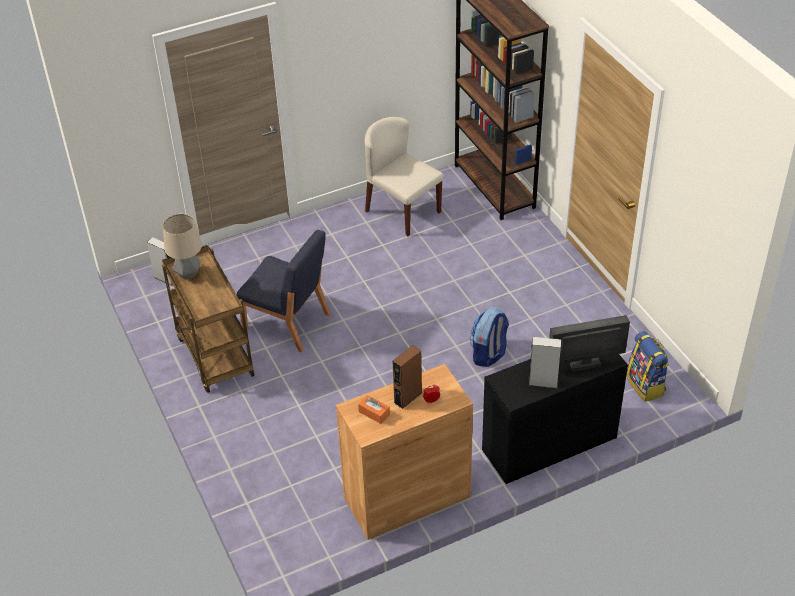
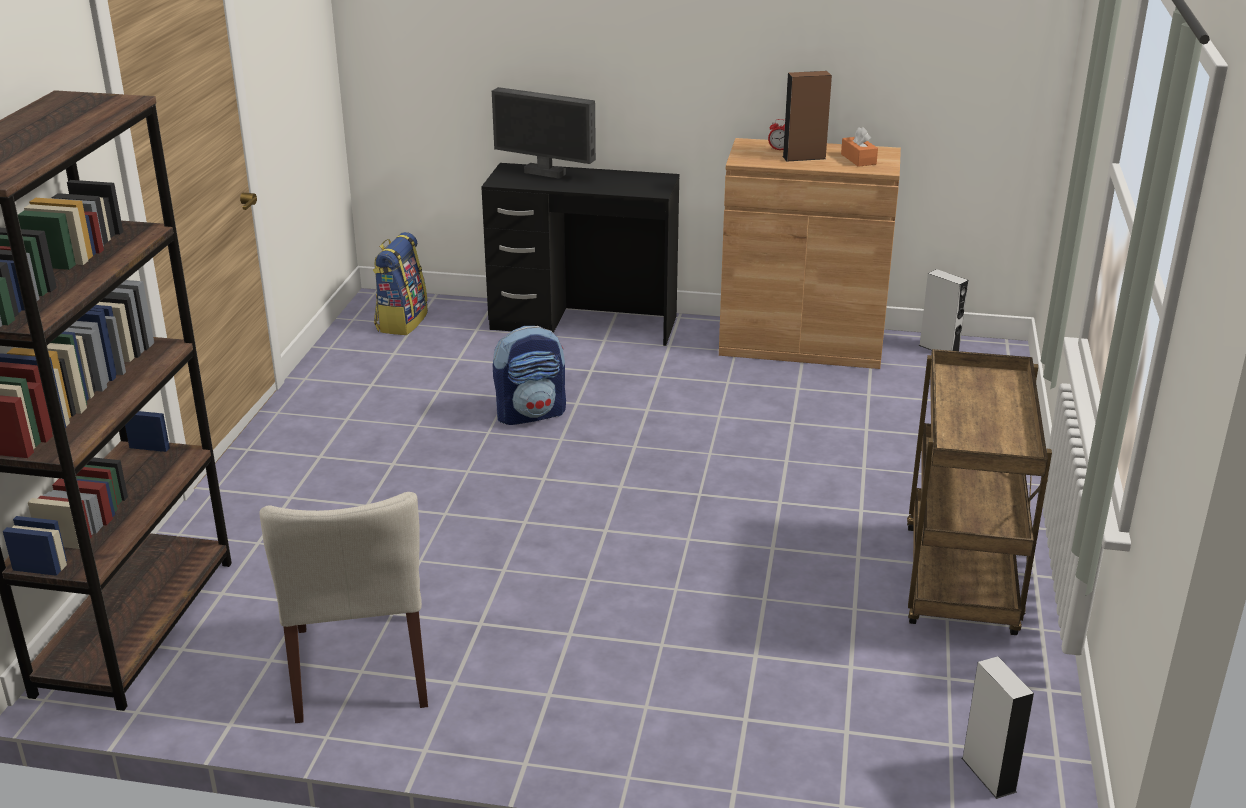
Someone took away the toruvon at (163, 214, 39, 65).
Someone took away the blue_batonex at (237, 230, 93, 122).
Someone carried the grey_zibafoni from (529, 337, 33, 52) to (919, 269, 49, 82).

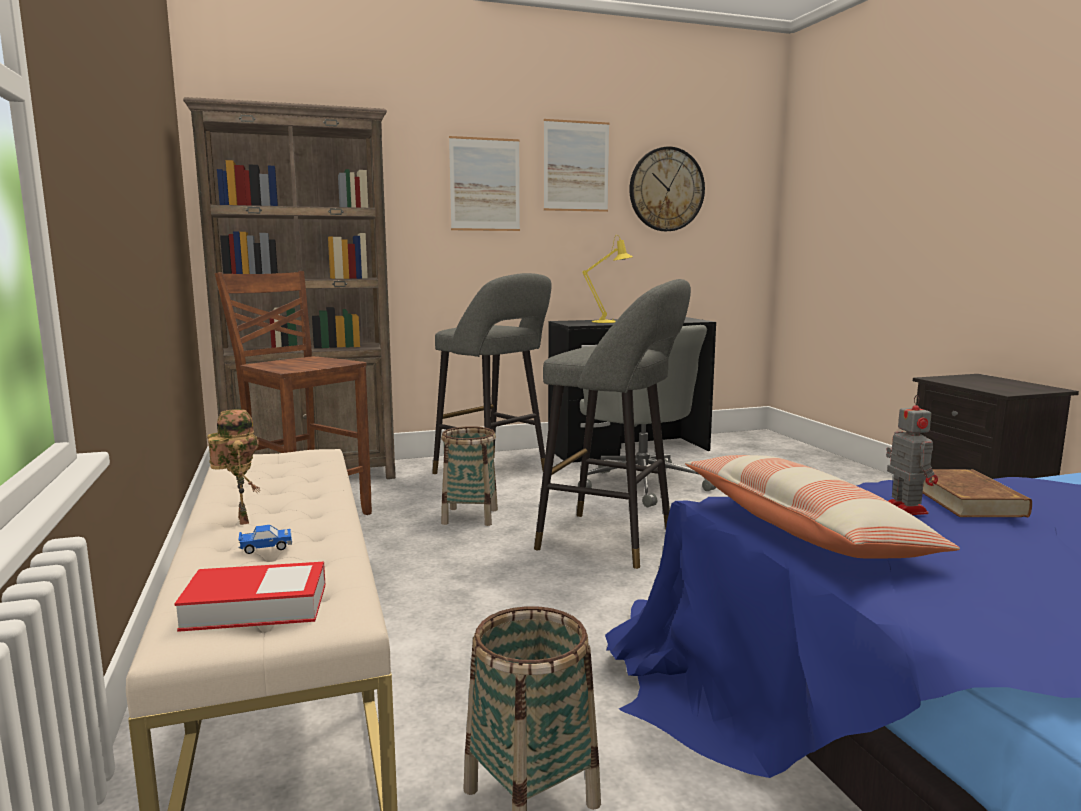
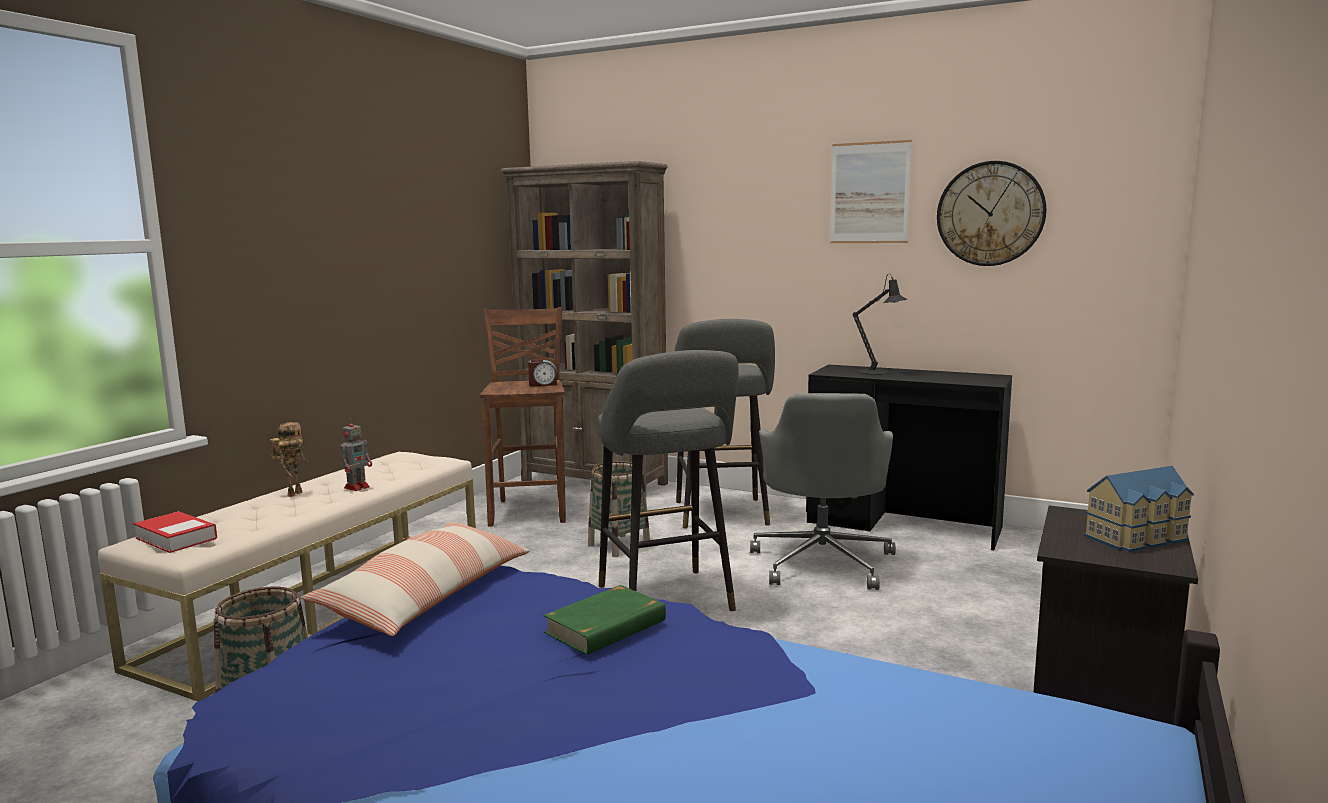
Someone took away the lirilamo at (238, 525, 54, 29).
Someone took away the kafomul at (449, 136, 71, 95).
Someone put down the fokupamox at (528, 359, 29, 27).
Someone put down the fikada at (1084, 466, 110, 86).
Someone carried the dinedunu from (886, 395, 52, 120) to (339, 418, 33, 73).
Someone repainted the yellow_toruvon at (582, 235, 51, 88), which became the black_toruvon at (853, 274, 55, 101).
Someone repainted the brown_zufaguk at (923, 469, 109, 48), which became the green_zufaguk at (543, 585, 125, 70).

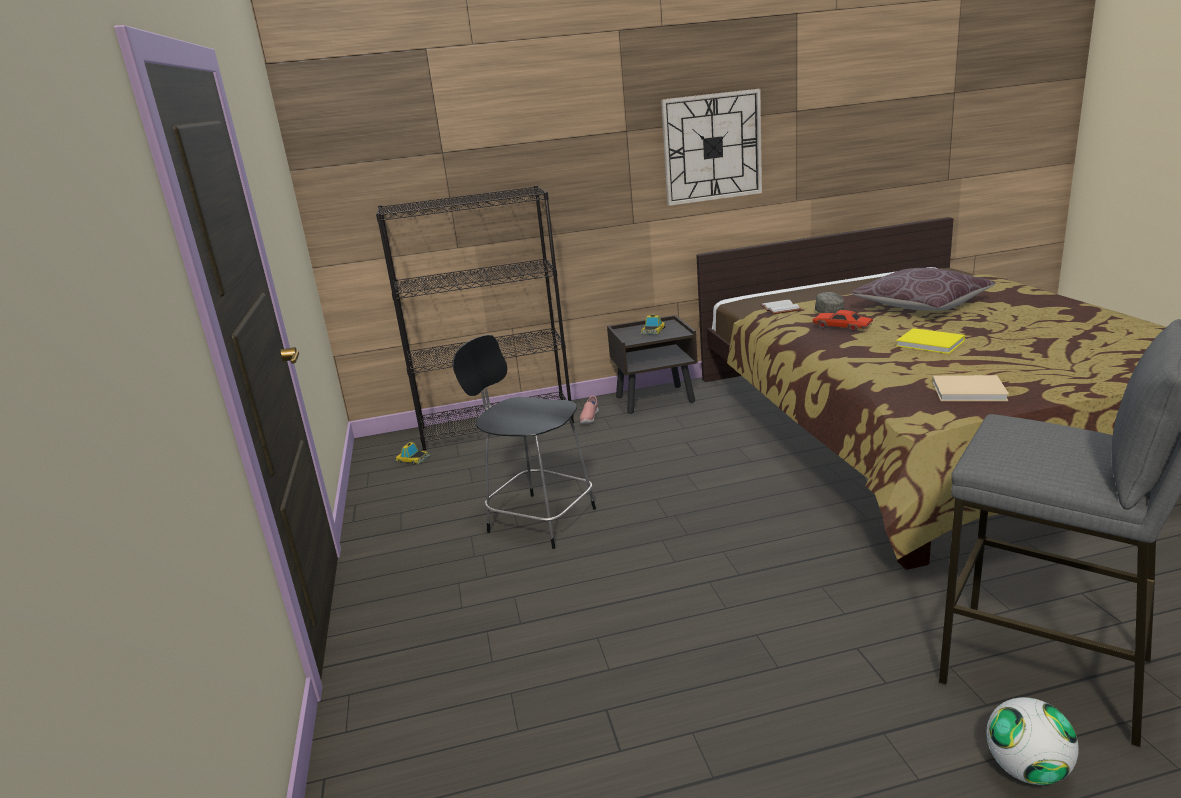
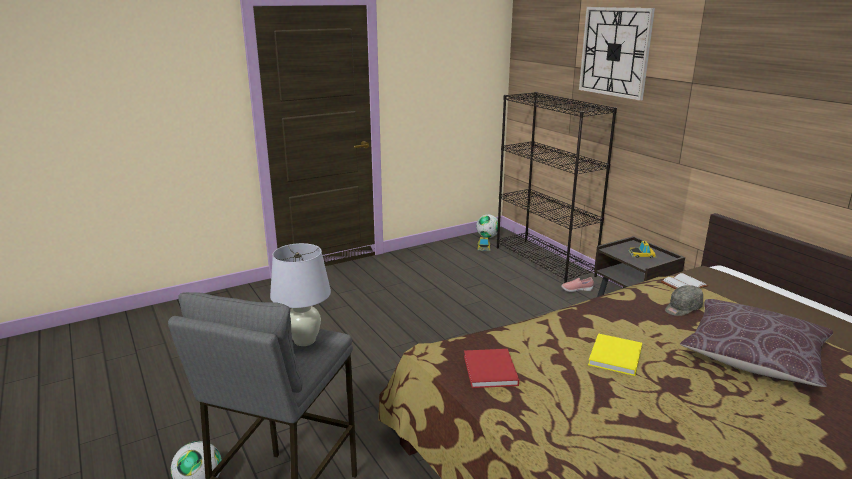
Someone took away the black_batonex at (453, 335, 143, 214).
Someone took away the red_lirilamo at (813, 310, 60, 21).
Someone put down the white_toruvon at (270, 243, 61, 103).
Someone put down the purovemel at (476, 214, 22, 24).
Someone carried the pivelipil from (661, 89, 101, 117) to (579, 7, 76, 94).
Someone repainted the beige_zufaguk at (932, 375, 77, 26), which became the red_zufaguk at (464, 349, 55, 39).

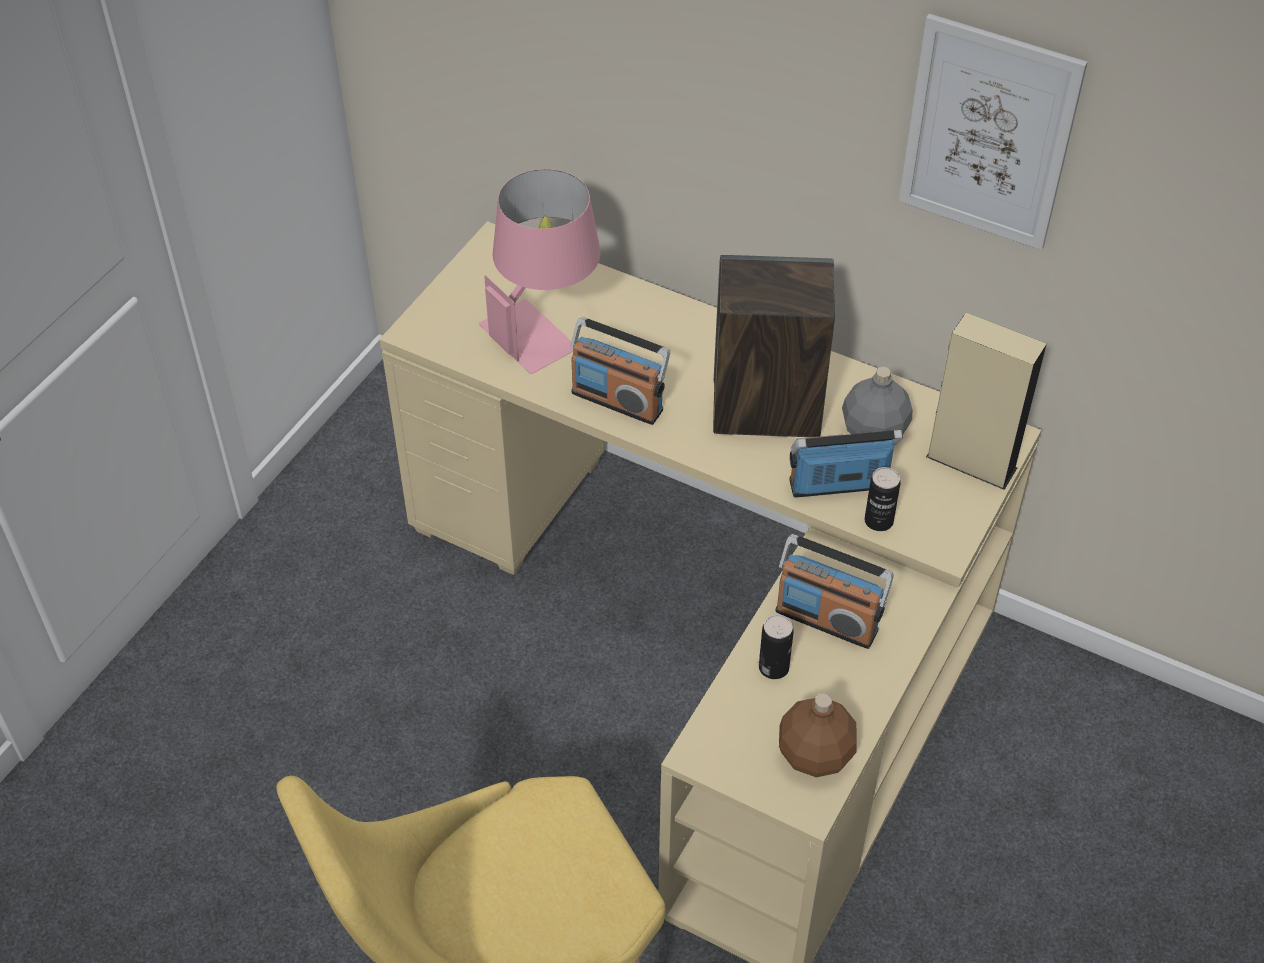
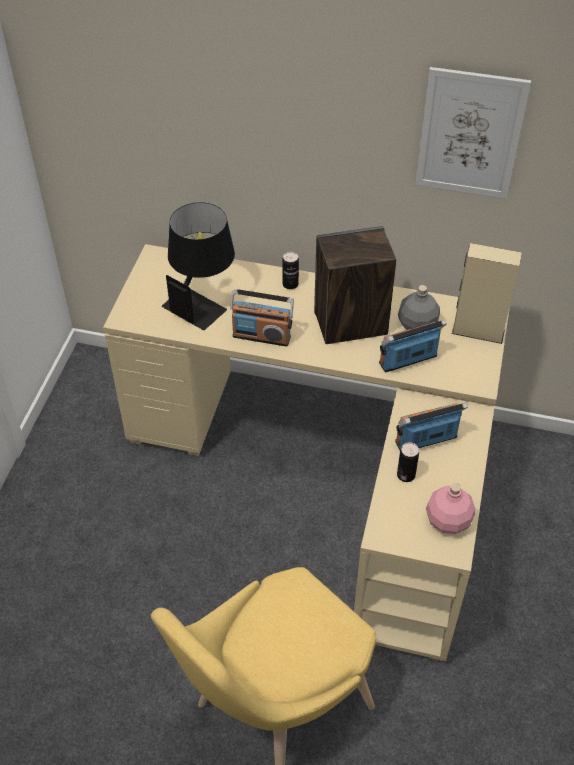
Someone carried the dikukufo from (865, 467, 35, 64) to (282, 252, 17, 37).
Someone repainted the pink_toruvon at (479, 169, 122, 205), which became the black_toruvon at (162, 202, 73, 128).
Someone repainted the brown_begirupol at (779, 693, 77, 84), which became the pink_begirupol at (426, 483, 49, 51).
Someone rotated the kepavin at (775, 534, 119, 115) by 150 degrees clockwise.

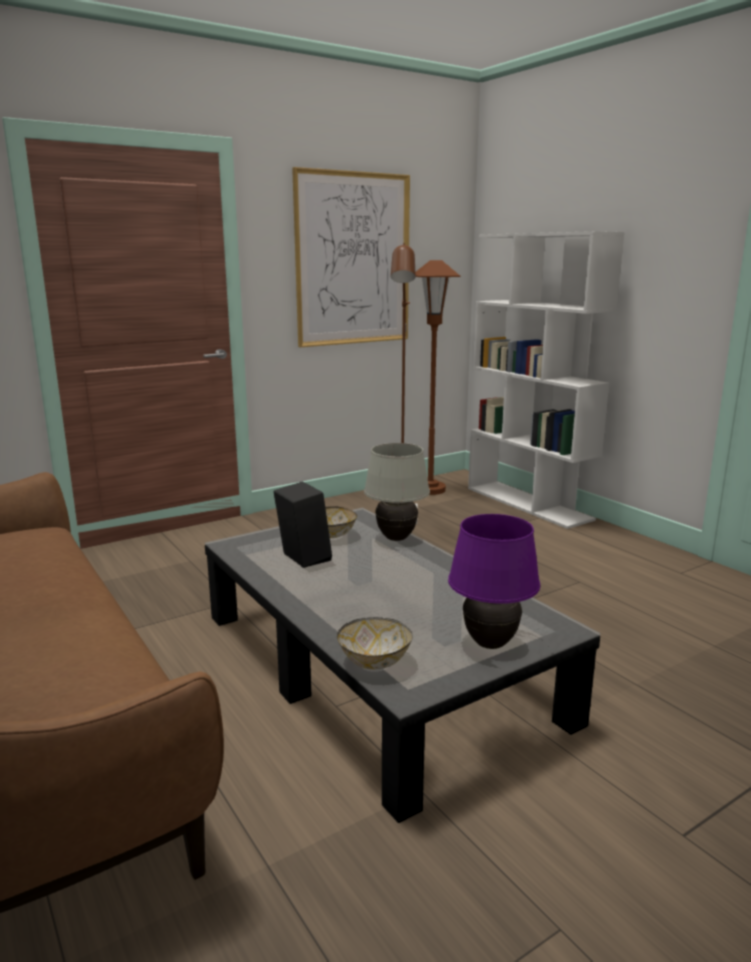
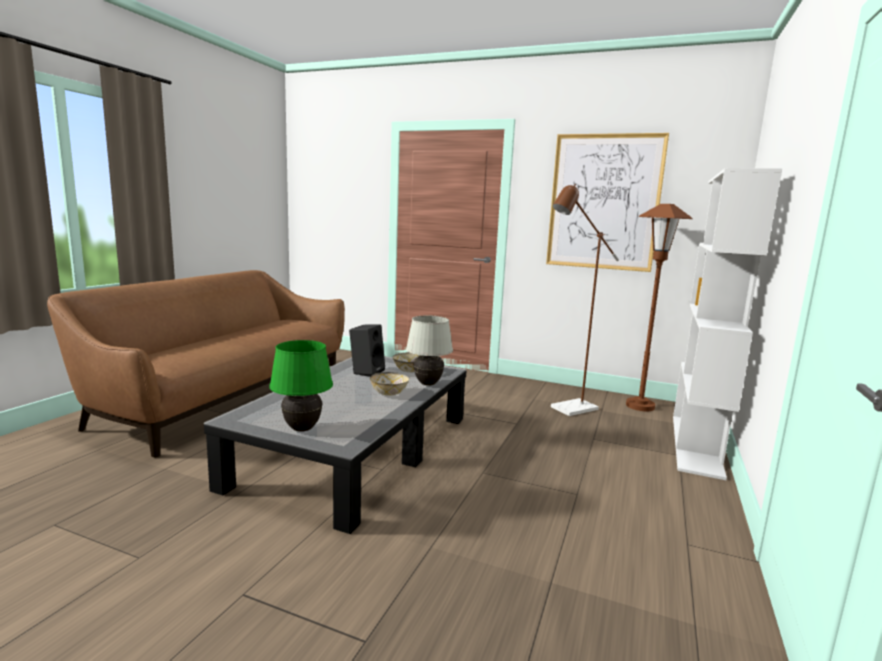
Someone carried the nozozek from (337, 617, 76, 53) to (370, 372, 40, 24).
Someone repainted the purple_toruvon at (448, 514, 92, 135), which became the green_toruvon at (269, 340, 64, 92).

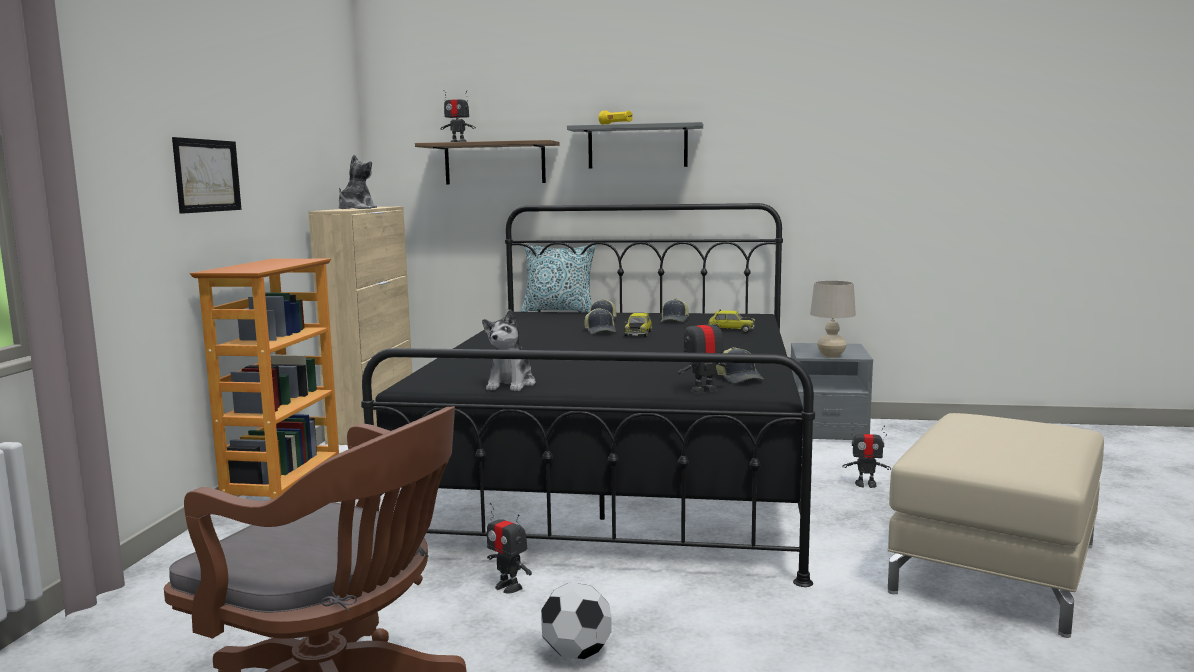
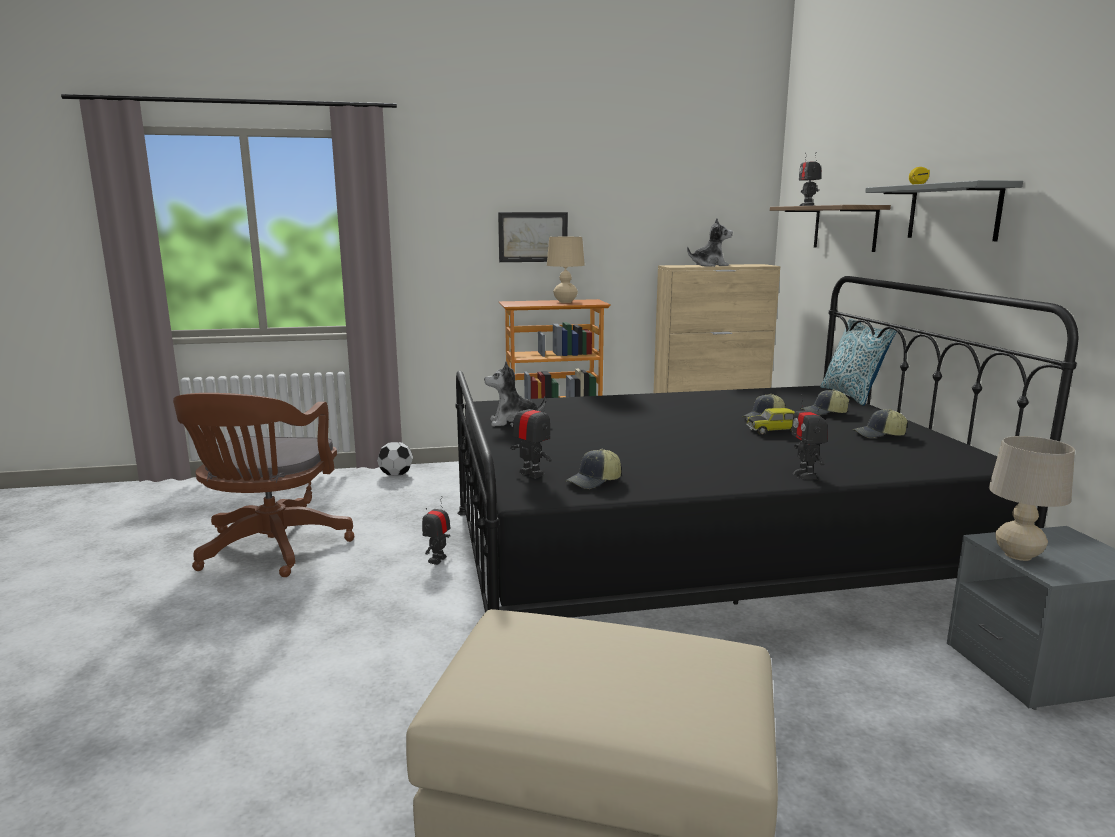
Someone took away the lirilamo at (708, 311, 47, 22).
Someone put down the beige_toruvon at (547, 237, 38, 66).
Someone carried the purovemel from (541, 583, 71, 76) to (377, 442, 36, 33).
Someone carried the dinedunu from (842, 423, 49, 65) to (792, 394, 36, 86).

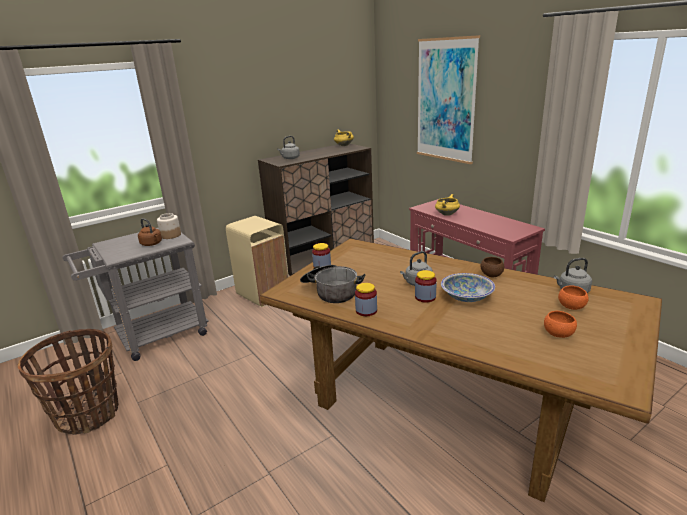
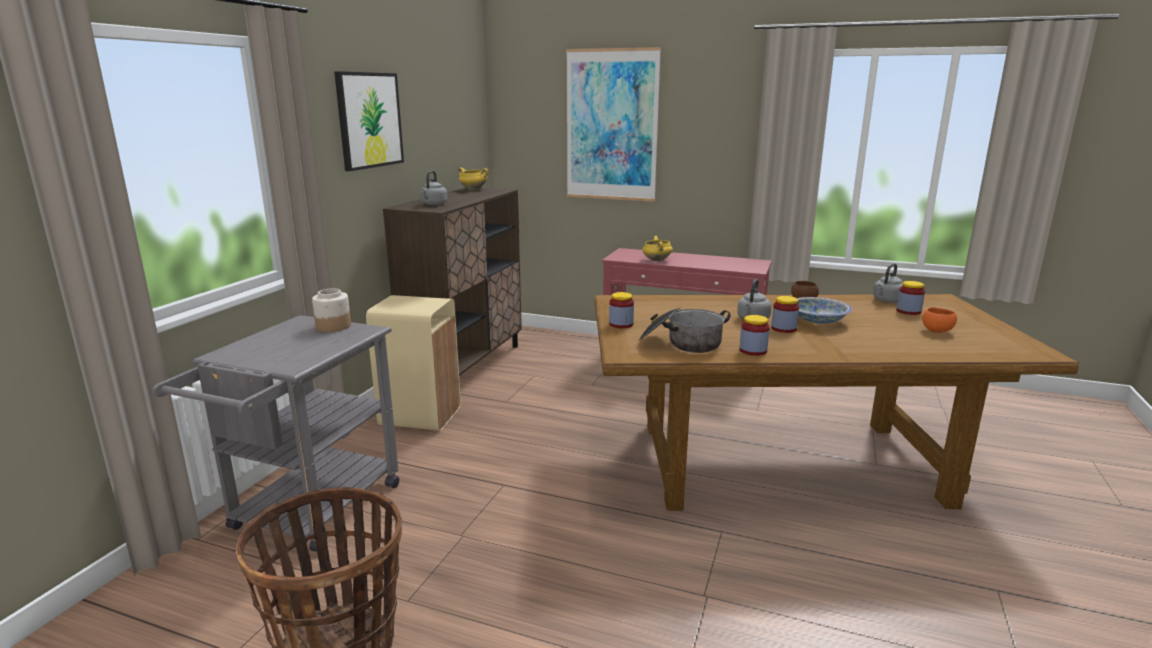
Someone took away the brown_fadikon at (138, 218, 24, 28).
Someone put up the kafomul at (334, 71, 70, 100).
Someone swapped the orange_nozozek at (558, 285, 30, 25) for the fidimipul at (896, 281, 29, 34).

